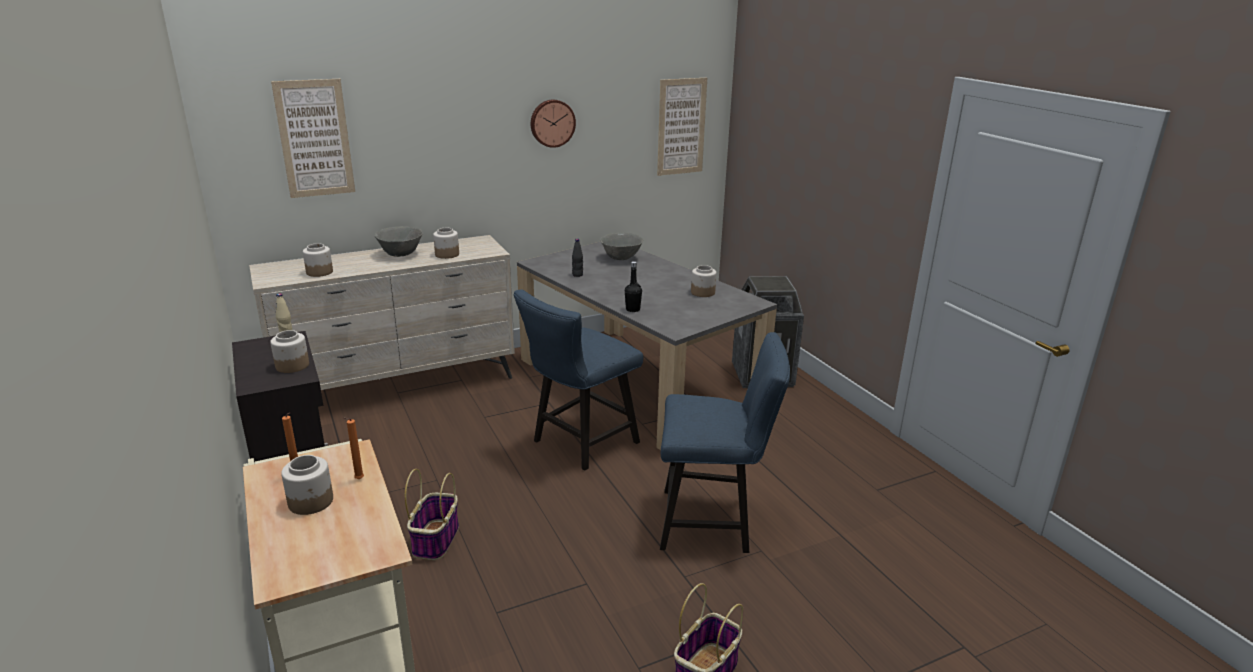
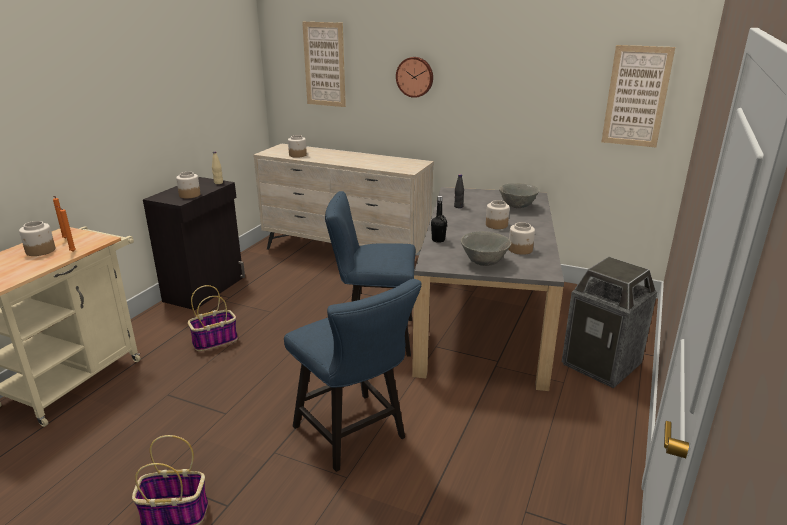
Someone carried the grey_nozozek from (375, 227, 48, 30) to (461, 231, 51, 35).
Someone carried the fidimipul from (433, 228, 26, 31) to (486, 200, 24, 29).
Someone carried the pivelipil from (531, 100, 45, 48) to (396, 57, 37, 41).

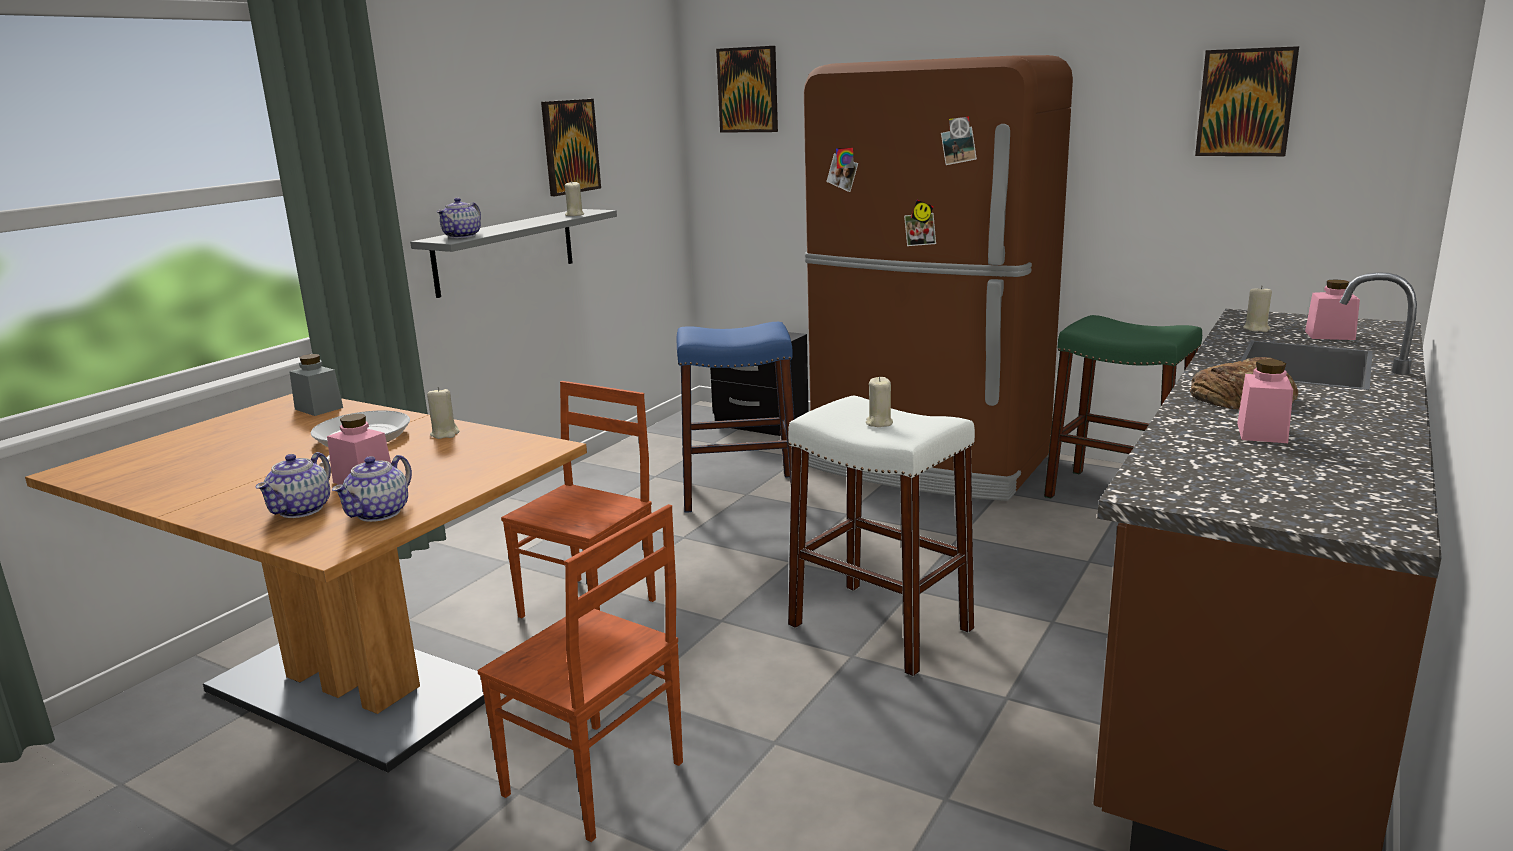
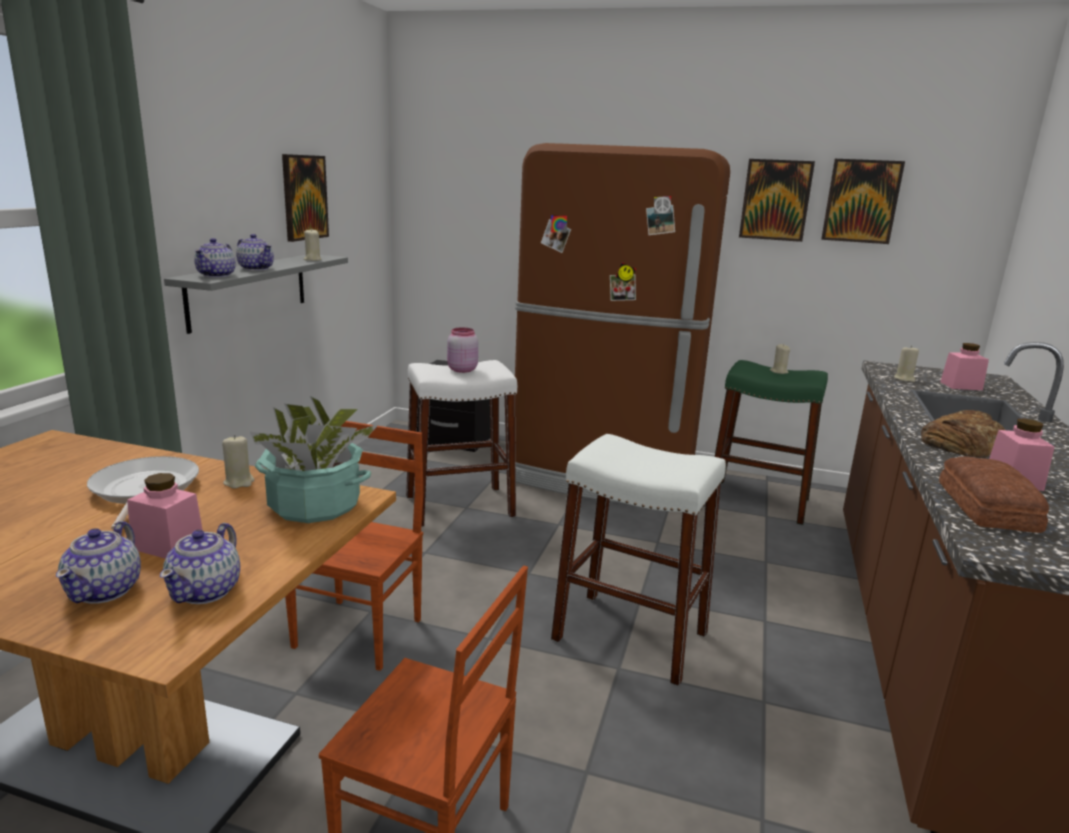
Someone took away the grey_fidimipul at (289, 354, 54, 62).
Someone put down the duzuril at (236, 234, 38, 37).
Someone put down the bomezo at (250, 396, 129, 127).
Someone put down the pink_fidimipul at (447, 328, 31, 45).
Someone put down the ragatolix at (939, 456, 110, 77).
Someone carried the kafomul from (716, 46, 62, 87) to (739, 159, 76, 83).
Someone carried the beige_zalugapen from (866, 377, 27, 50) to (770, 344, 20, 30).
Someone repainted the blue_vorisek at (677, 322, 117, 191), which became the white_vorisek at (406, 360, 111, 167).

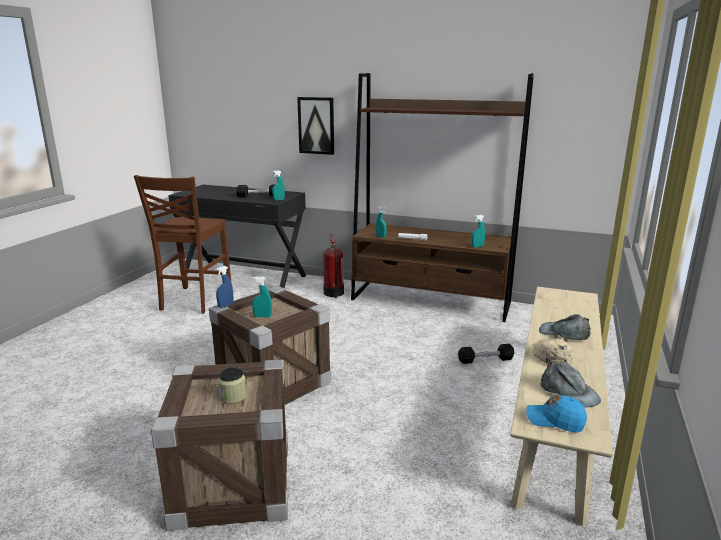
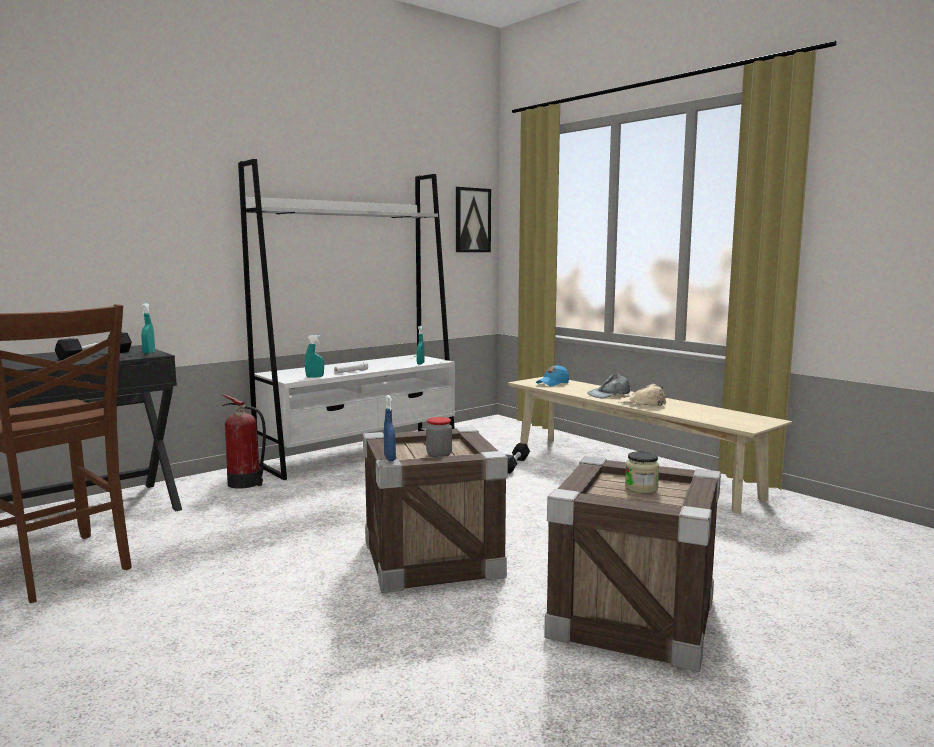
Someone took away the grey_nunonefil at (541, 362, 60, 46).
Someone carried the kafomul from (297, 97, 37, 58) to (456, 187, 35, 65).
Someone carried the blue_nunonefil from (526, 395, 61, 38) to (536, 365, 33, 22).
Someone swapped the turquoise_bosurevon at (252, 277, 20, 40) for the fidimipul at (426, 417, 26, 40).
Someone repainted the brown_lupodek at (351, 73, 183, 249), which became the white_lupodek at (238, 159, 217, 321).

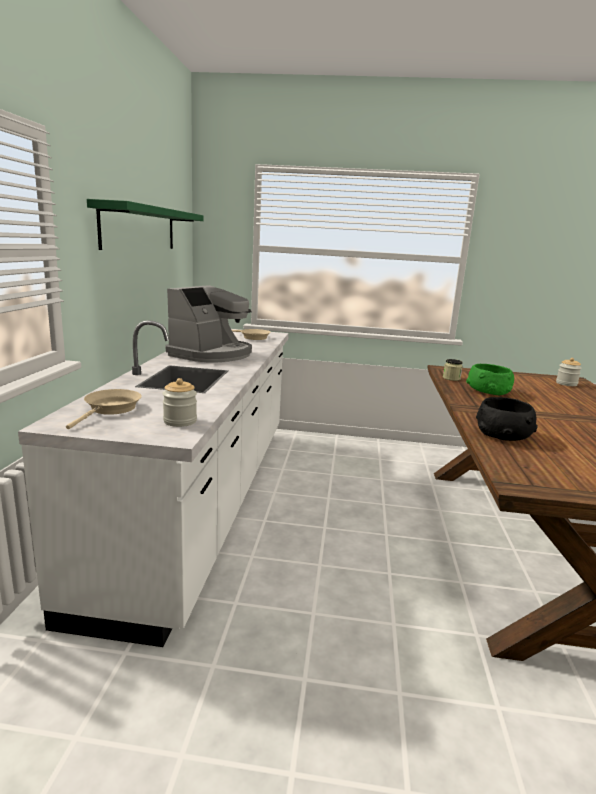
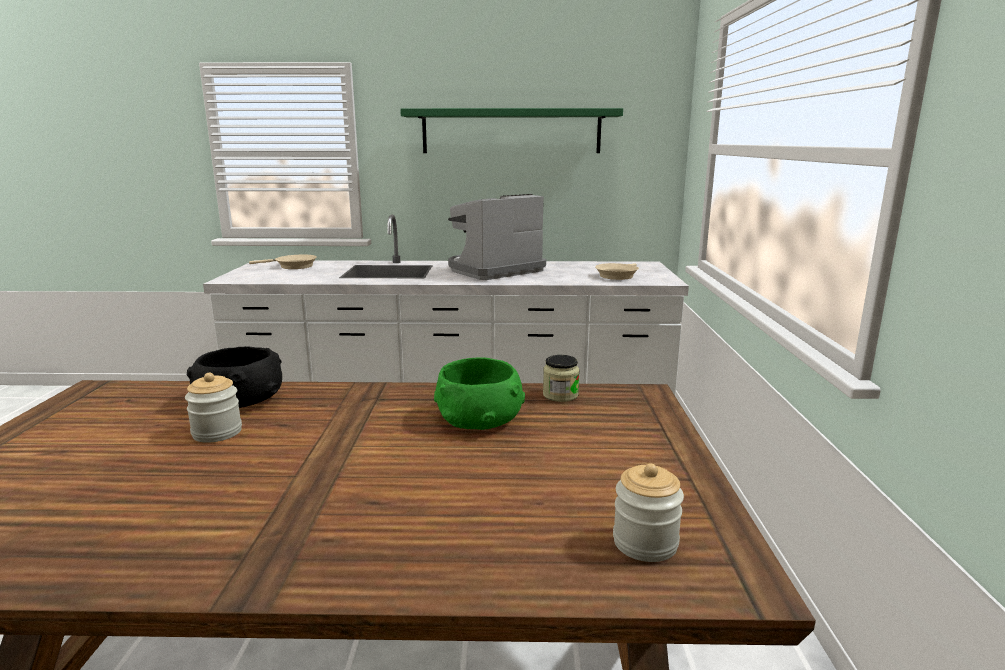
Someone carried the fidimipul from (162, 378, 35, 49) to (185, 373, 57, 70).
Someone rotated the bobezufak at (166, 285, 86, 78) by 120 degrees clockwise.

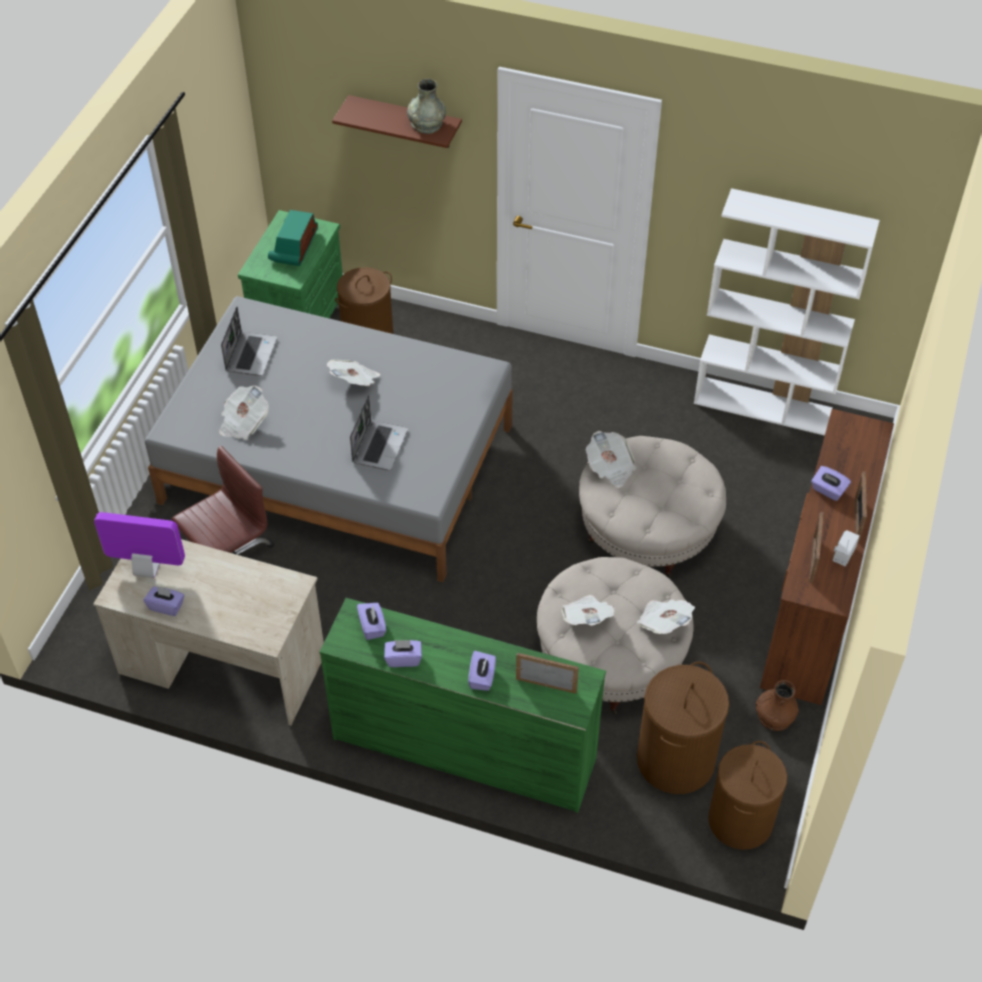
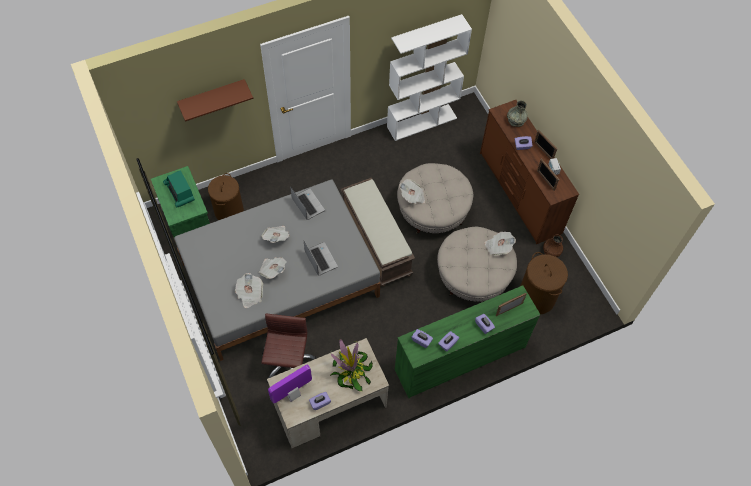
Someone took away the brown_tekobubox at (708, 741, 79, 109).
Someone put down the bomezo at (330, 339, 43, 52).
Someone put down the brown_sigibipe at (341, 177, 74, 110).
Someone carried the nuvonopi from (221, 307, 56, 69) to (290, 187, 35, 33).
Someone carried the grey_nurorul from (407, 79, 39, 55) to (507, 100, 21, 27).
Someone carried the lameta from (562, 595, 53, 31) to (258, 257, 29, 22).

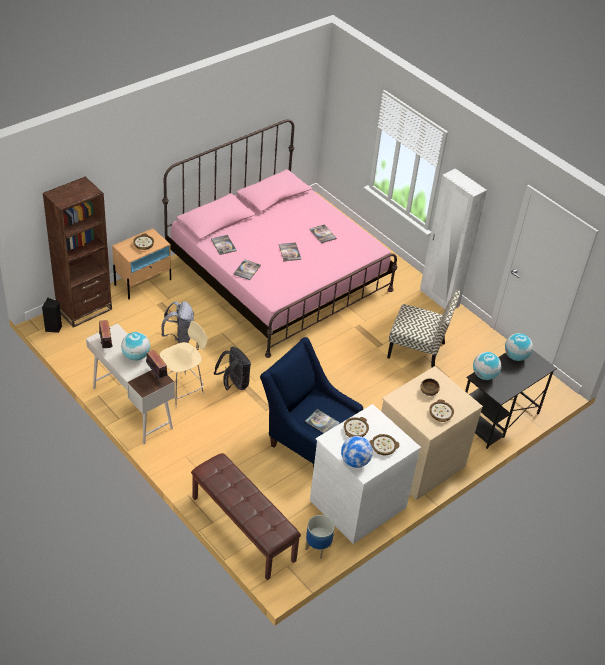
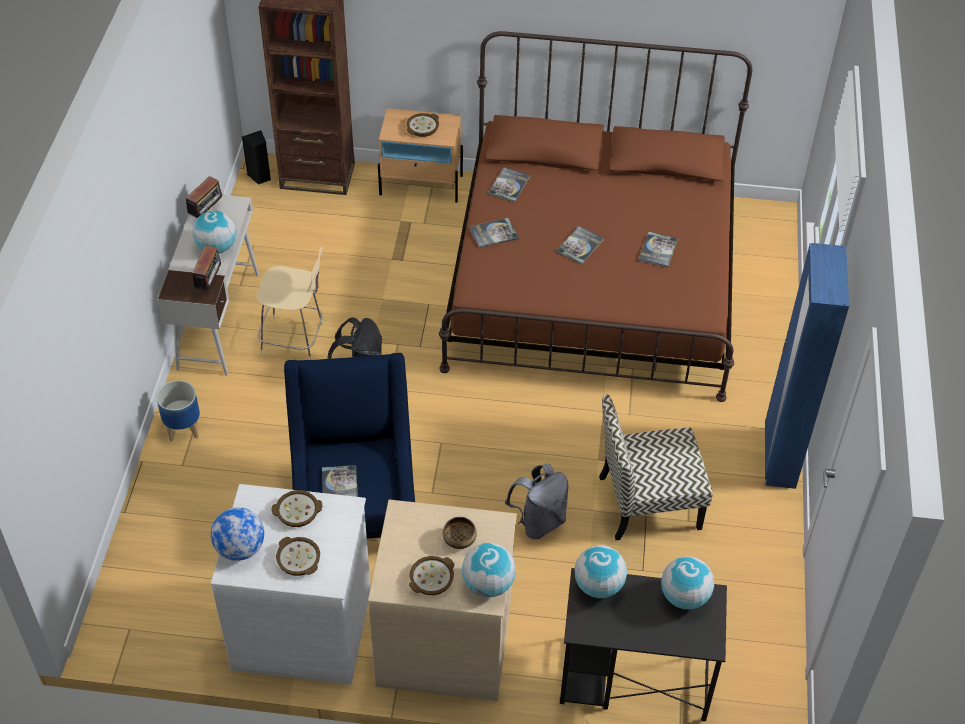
Someone took away the brown_sigibipe at (191, 453, 110, 127).
Someone put down the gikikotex at (462, 543, 54, 54).
Someone carried the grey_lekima from (161, 301, 33, 42) to (505, 464, 63, 75).
Someone carried the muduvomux from (305, 515, 30, 44) to (156, 380, 44, 62).
Someone repainted the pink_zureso at (162, 119, 235, 239), which became the brown_zureso at (439, 31, 314, 371).
Someone repainted the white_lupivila at (420, 168, 67, 141), which became the blue_lupivila at (765, 243, 84, 246).
Someone rotated the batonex at (387, 290, 73, 77) by 105 degrees clockwise.

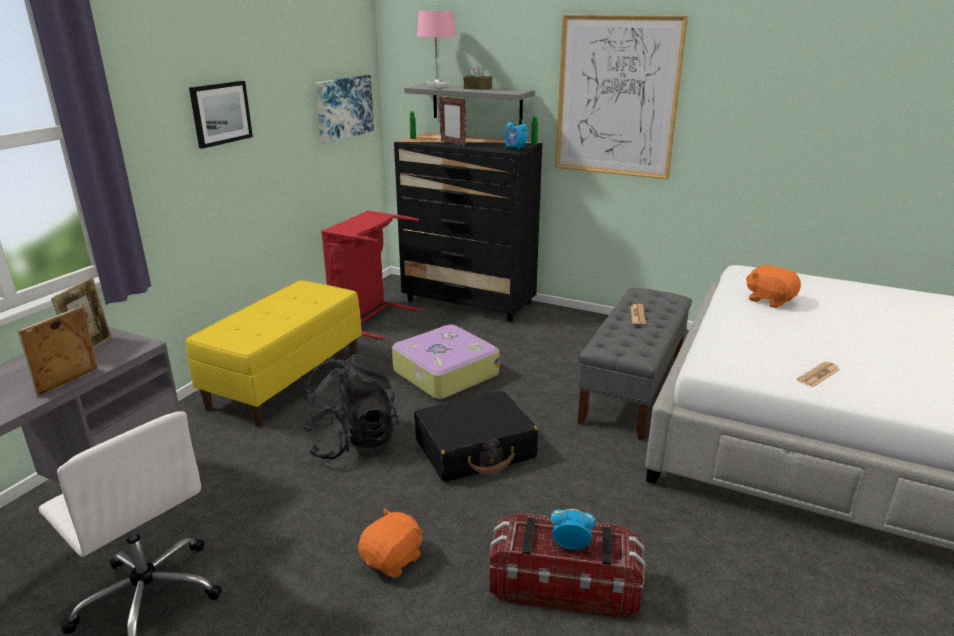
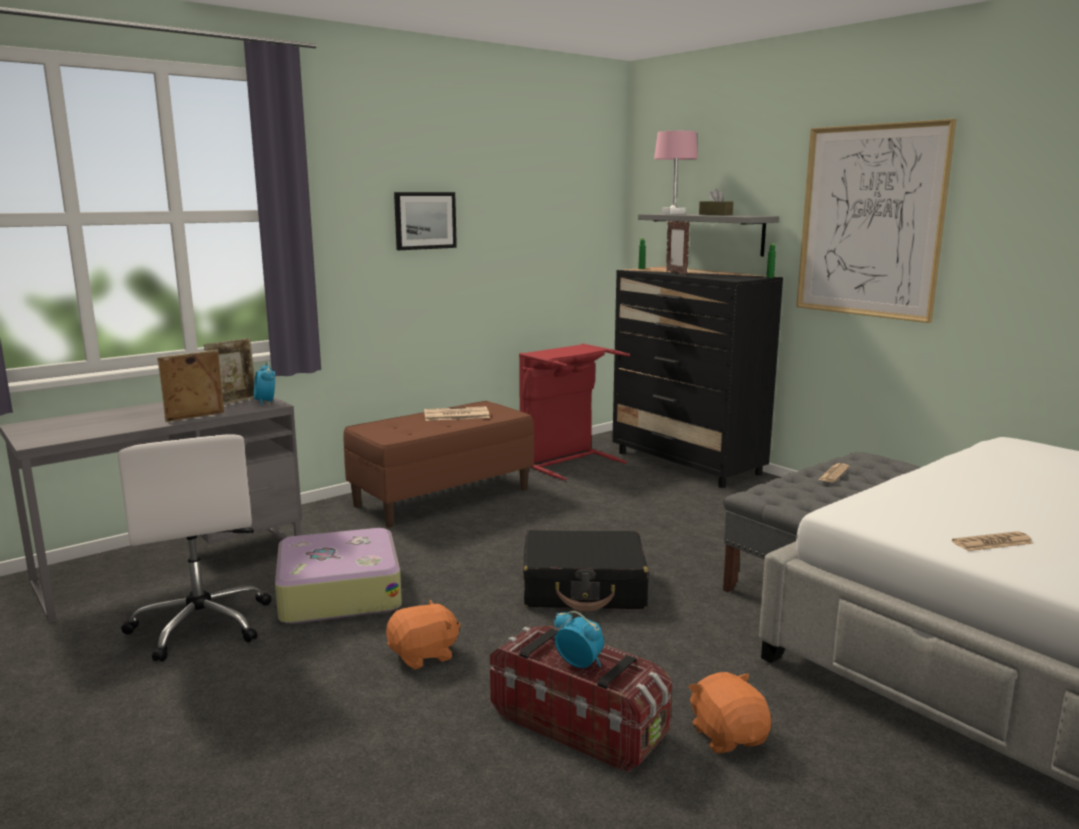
Someone took away the black_lekima at (303, 354, 96, 105).
Someone took away the kafomul at (315, 75, 59, 69).
Someone put down the lameta at (424, 406, 66, 15).
Someone carried the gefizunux from (392, 325, 107, 74) to (275, 528, 127, 96).
Someone carried the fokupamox from (504, 118, 24, 33) to (254, 361, 21, 45).
Someone carried the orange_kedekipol from (746, 264, 55, 44) to (688, 672, 83, 81).
Someone repainted the yellow_sigibipe at (186, 280, 176, 147), which became the brown_sigibipe at (343, 401, 191, 126).

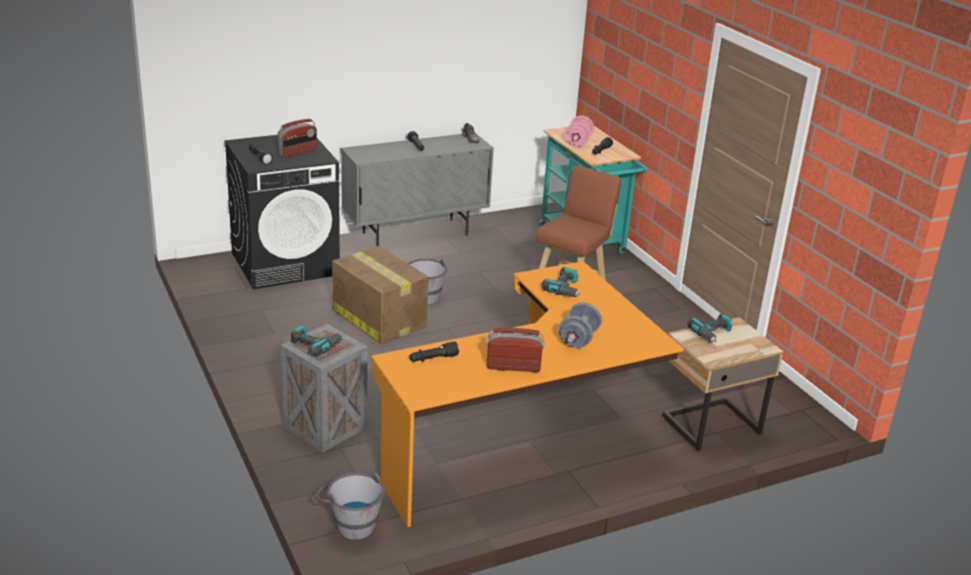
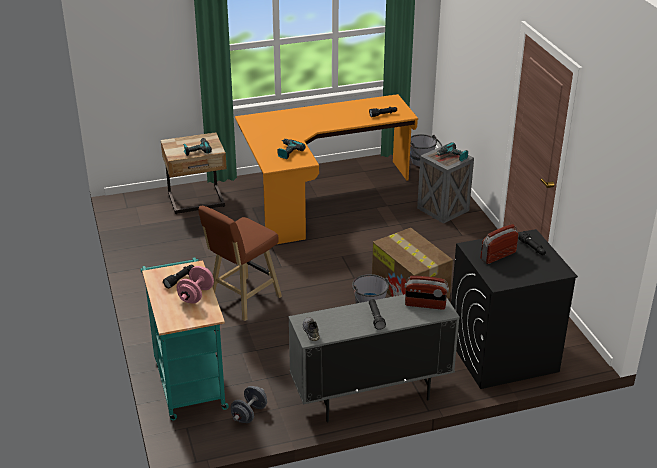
Someone carried the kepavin from (486, 328, 59, 44) to (405, 276, 44, 34).
Someone carried the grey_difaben from (559, 302, 43, 46) to (231, 386, 36, 37).

